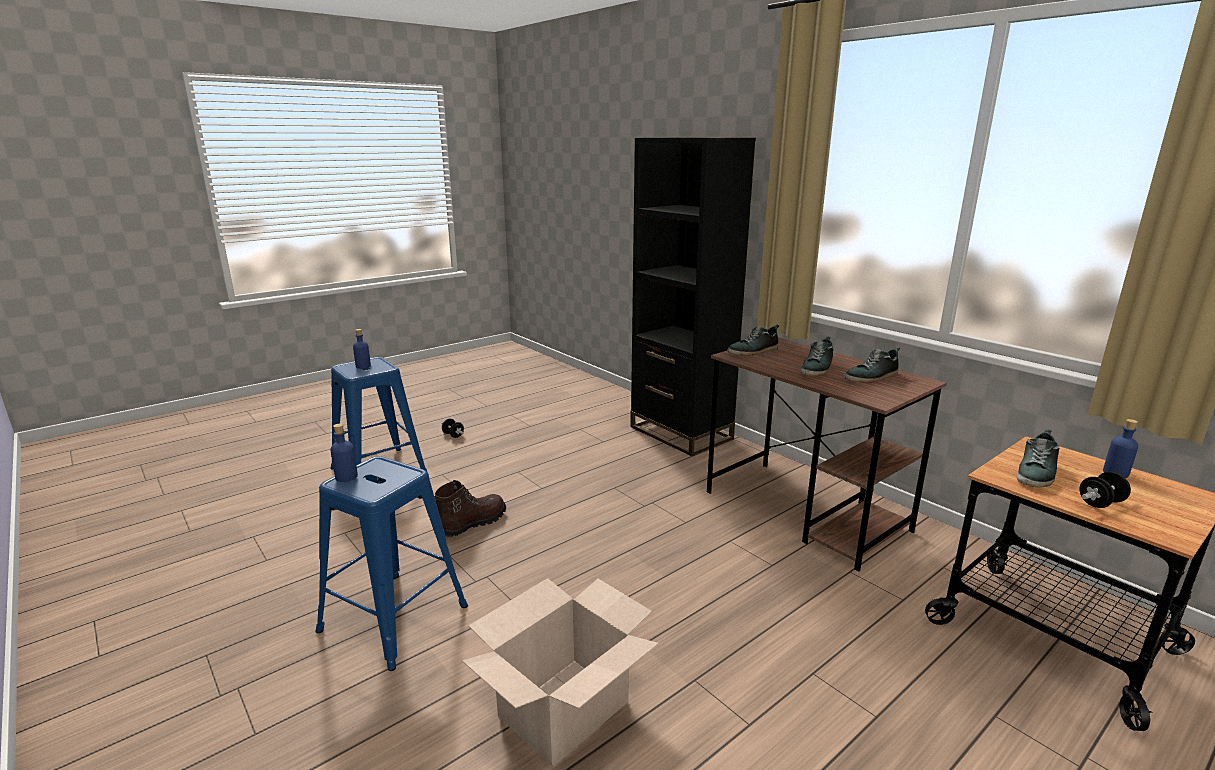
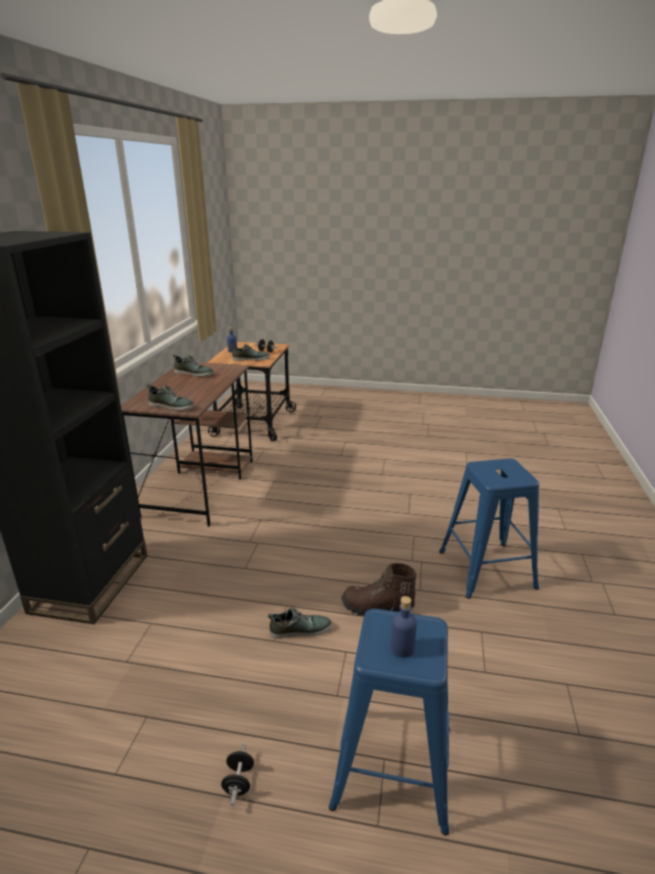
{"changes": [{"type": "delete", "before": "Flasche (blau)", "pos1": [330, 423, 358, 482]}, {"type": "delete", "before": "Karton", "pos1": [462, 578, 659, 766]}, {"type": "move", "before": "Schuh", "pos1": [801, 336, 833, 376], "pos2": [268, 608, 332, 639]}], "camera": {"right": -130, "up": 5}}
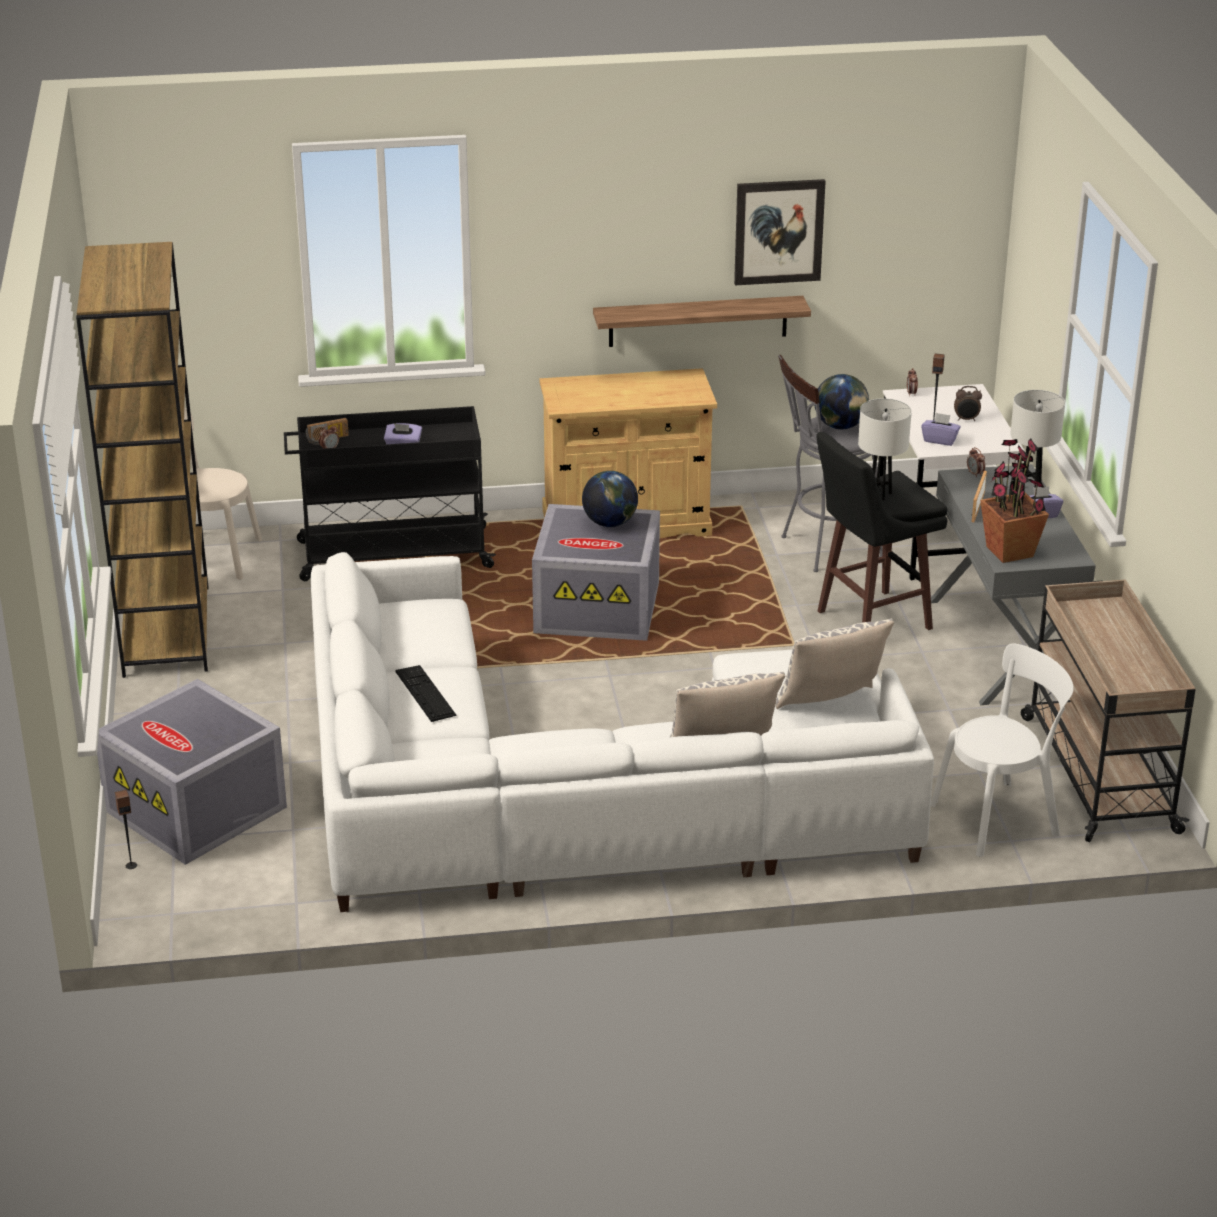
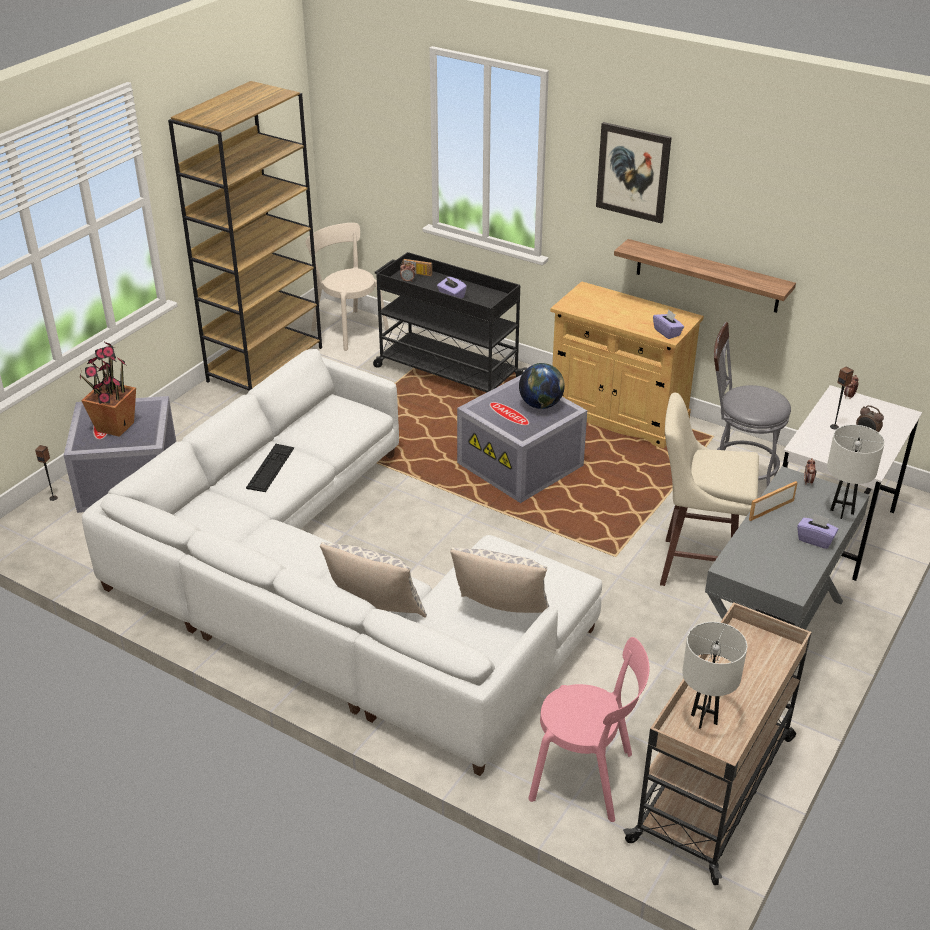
{"changes": [{"type": "delete", "before": "Globus", "pos1": [815, 374, 869, 429]}, {"type": "move", "before": "Bild", "pos1": [734, 179, 826, 285], "pos2": [596, 122, 672, 223]}, {"type": "move", "before": "Tischlampe (weiß)", "pos1": [858, 398, 912, 500], "pos2": [682, 622, 747, 729]}, {"type": "move", "before": "Taschentuchbox (lila)", "pos1": [921, 413, 961, 446], "pos2": [653, 310, 684, 339]}, {"type": "move", "before": "Topfpflanze", "pos1": [980, 438, 1049, 563], "pos2": [79, 341, 136, 437]}, {"type": "recolor", "before": "Hocker (schwarz)", "after": "Hocker (beige)", "pos1": [816, 432, 948, 630], "pos2": [660, 393, 759, 586]}, {"type": "recolor", "before": "Stuhl (weiß)", "after": "Stuhl (rosa)", "pos1": [931, 643, 1074, 857], "pos2": [528, 637, 649, 822]}], "camera": {"right": 40, "up": 5}}
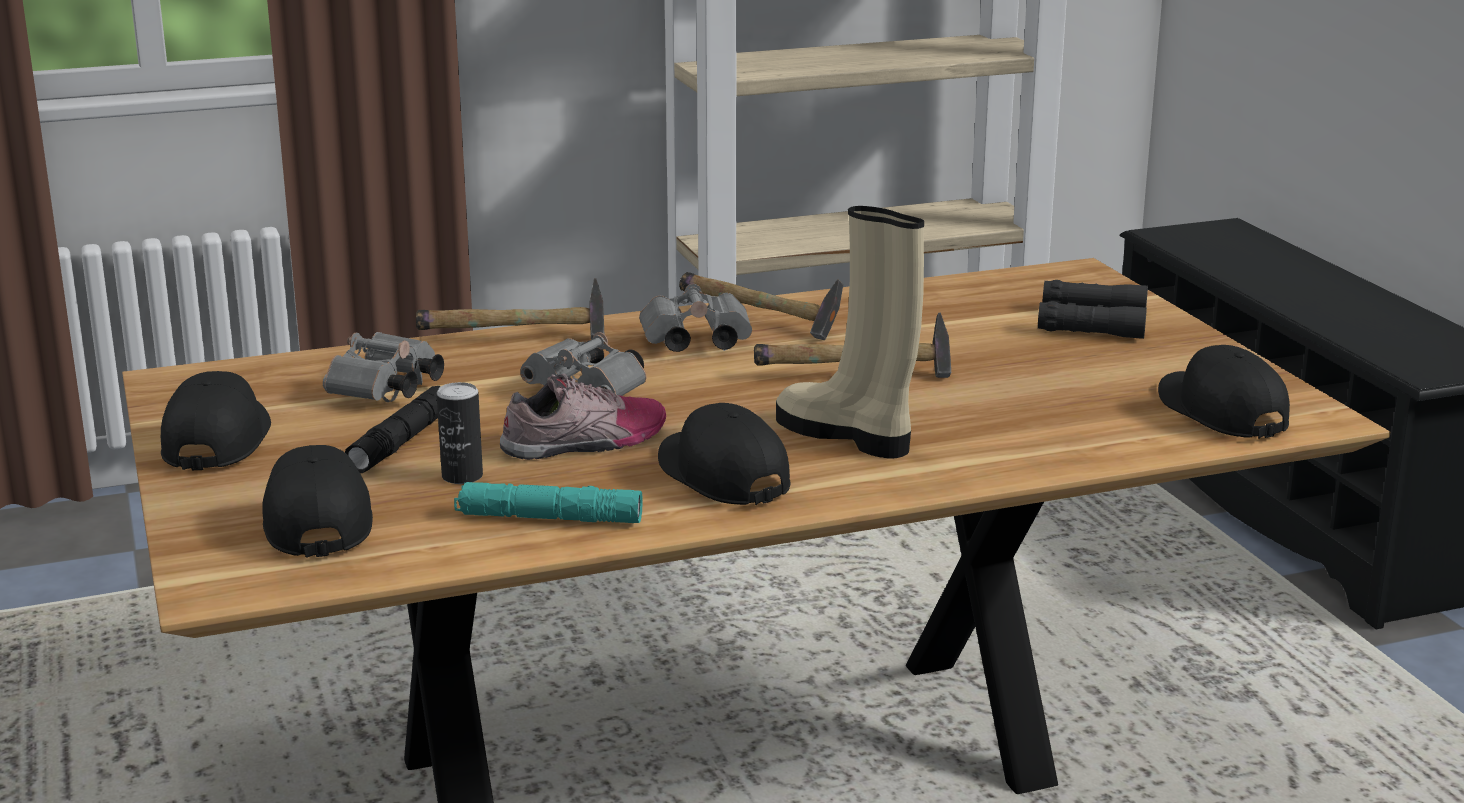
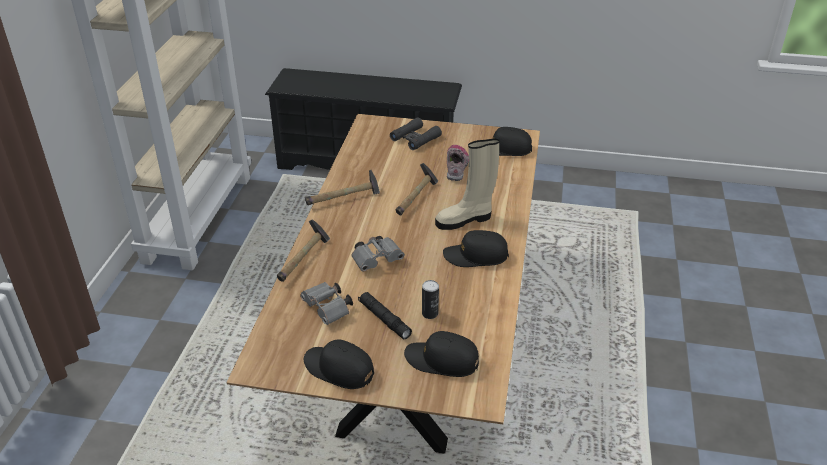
{"changes": [{"type": "delete", "before": "Taschenlampe (türkis)", "pos1": [454, 482, 643, 523]}, {"type": "delete", "before": "Fernglas (grau)", "pos1": [639, 284, 752, 352]}, {"type": "move", "before": "Schuh", "pos1": [500, 373, 666, 460], "pos2": [447, 145, 469, 181]}], "camera": {"right": -60, "up": 15}}
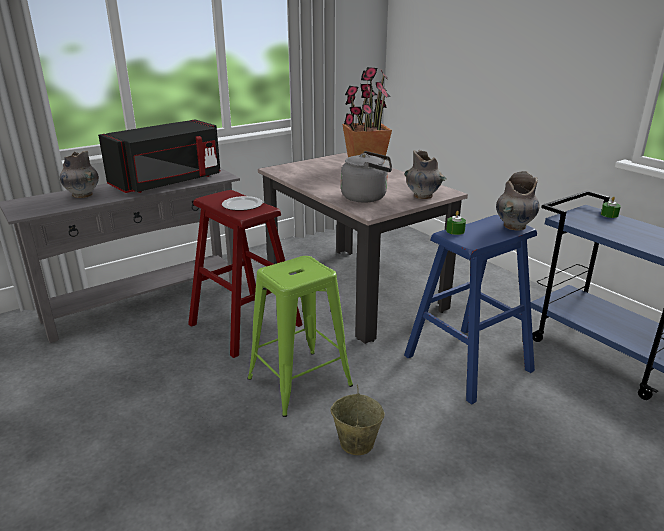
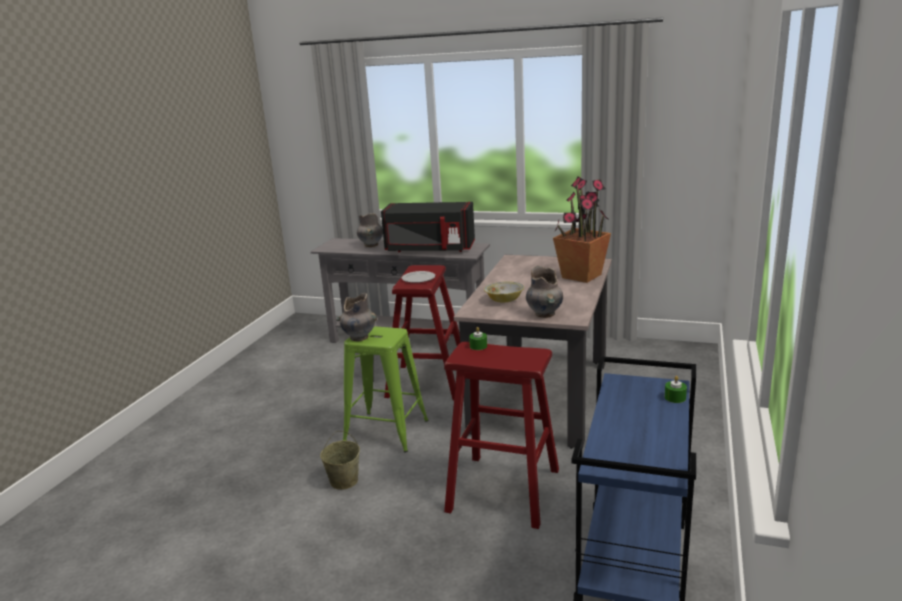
{"changes": [{"type": "move", "before": "Vase (grau)", "pos1": [496, 171, 540, 231], "pos2": [336, 293, 377, 341]}, {"type": "replace", "before": "Wasserkessel (grau)", "after": "Schüssel", "pos1": [341, 151, 392, 203], "pos2": [484, 282, 524, 302]}, {"type": "recolor", "before": "Hocker (blau)", "after": "Hocker (rot)", "pos1": [404, 215, 537, 405], "pos2": [444, 342, 559, 529]}], "camera": {"right": 55, "up": -5}}
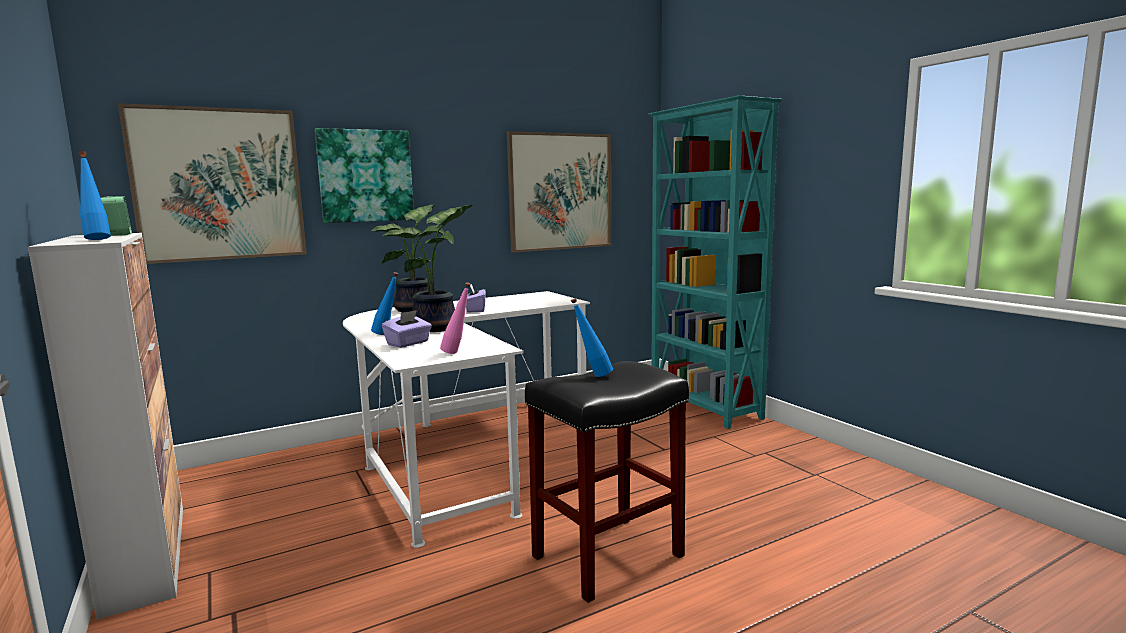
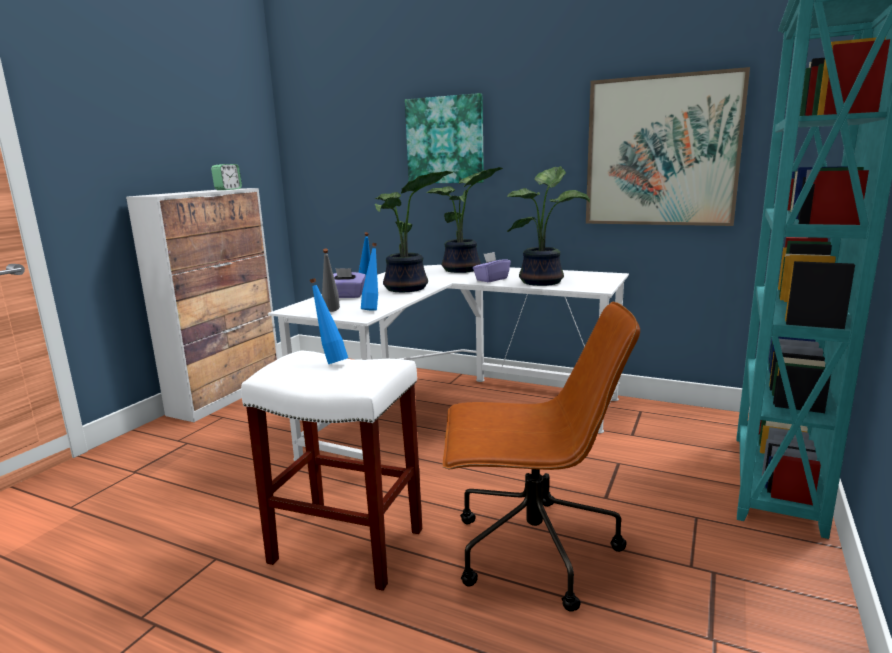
{"changes": [{"type": "delete", "before": "Bild", "pos1": [118, 103, 307, 264]}, {"type": "insert", "after": "Bürostuhl (braun)", "pos2": [443, 302, 640, 612]}, {"type": "insert", "after": "Topfpflanze", "pos2": [507, 166, 590, 286]}, {"type": "move", "before": "Flasche (blau)", "pos1": [78, 151, 111, 240], "pos2": [361, 243, 378, 311]}, {"type": "recolor", "before": "Flasche (rosa)", "after": "Flasche (grau)", "pos1": [440, 282, 471, 354], "pos2": [322, 249, 340, 312]}, {"type": "recolor", "before": "Hocker (schwarz)", "after": "Hocker (weiß)", "pos1": [525, 361, 689, 603], "pos2": [241, 351, 422, 591]}], "camera": {"right": 55, "up": 5}}
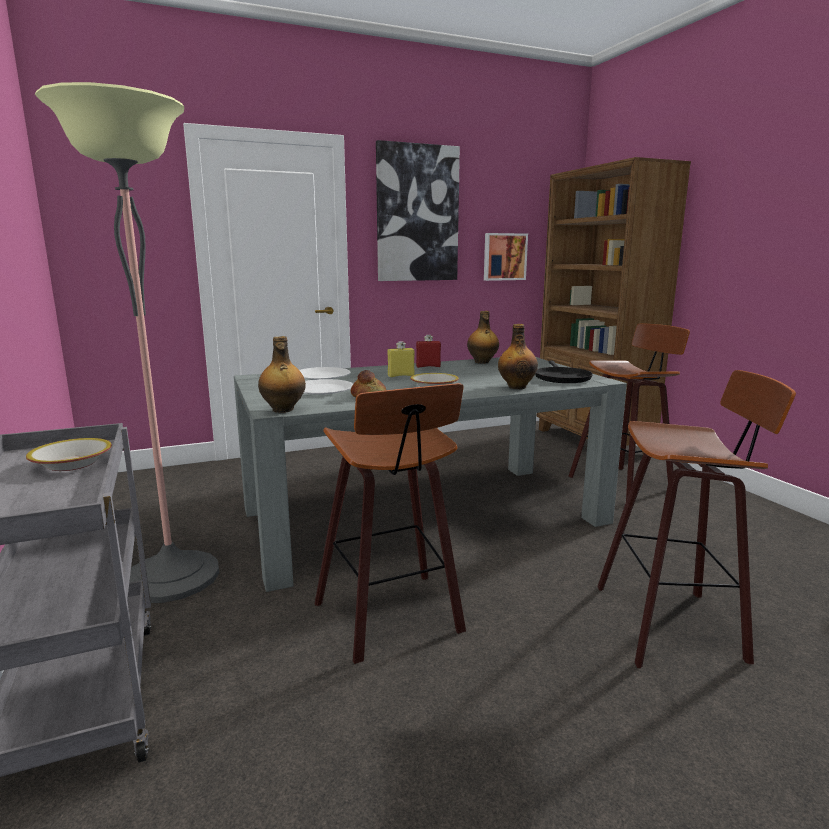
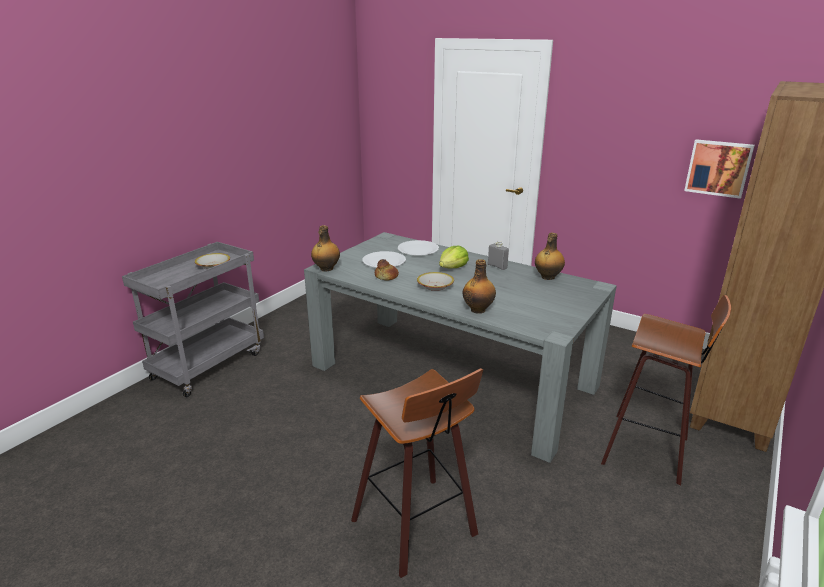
{"changes": [{"type": "delete", "before": "Stehlampe", "pos1": [35, 82, 219, 603]}, {"type": "delete", "before": "Hocker", "pos1": [315, 383, 466, 664]}, {"type": "delete", "before": "Bild", "pos1": [376, 140, 460, 281]}, {"type": "delete", "before": "Pfanne (schwarz)", "pos1": [535, 360, 593, 383]}, {"type": "replace", "before": "Flasche (gelb)", "after": "Salatkopf", "pos1": [388, 341, 415, 377], "pos2": [439, 246, 469, 269]}, {"type": "recolor", "before": "Flasche (rot)", "after": "Flasche (grau)", "pos1": [416, 335, 441, 368], "pos2": [488, 241, 509, 270]}], "camera": {"right": 55, "up": 10}}
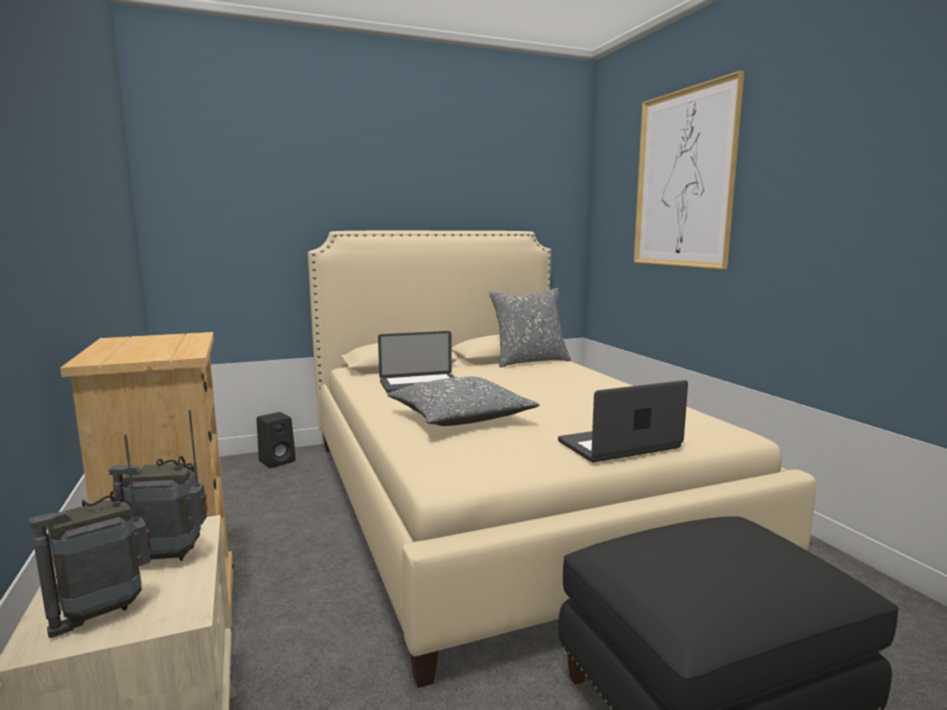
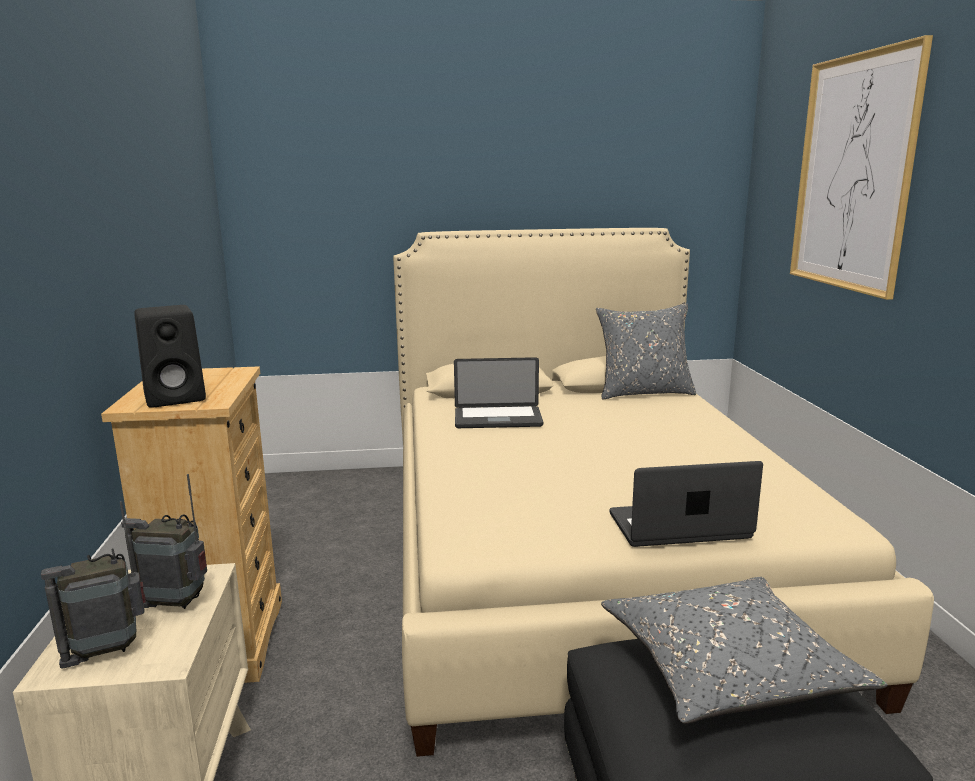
{"changes": [{"type": "move", "before": "Lautsprecher (schwarz)", "pos1": [257, 412, 296, 468], "pos2": [134, 305, 206, 408]}, {"type": "move", "before": "Kissen (grau)", "pos1": [387, 377, 540, 426], "pos2": [601, 577, 887, 724]}], "camera": {"right": 15, "up": 5}}
